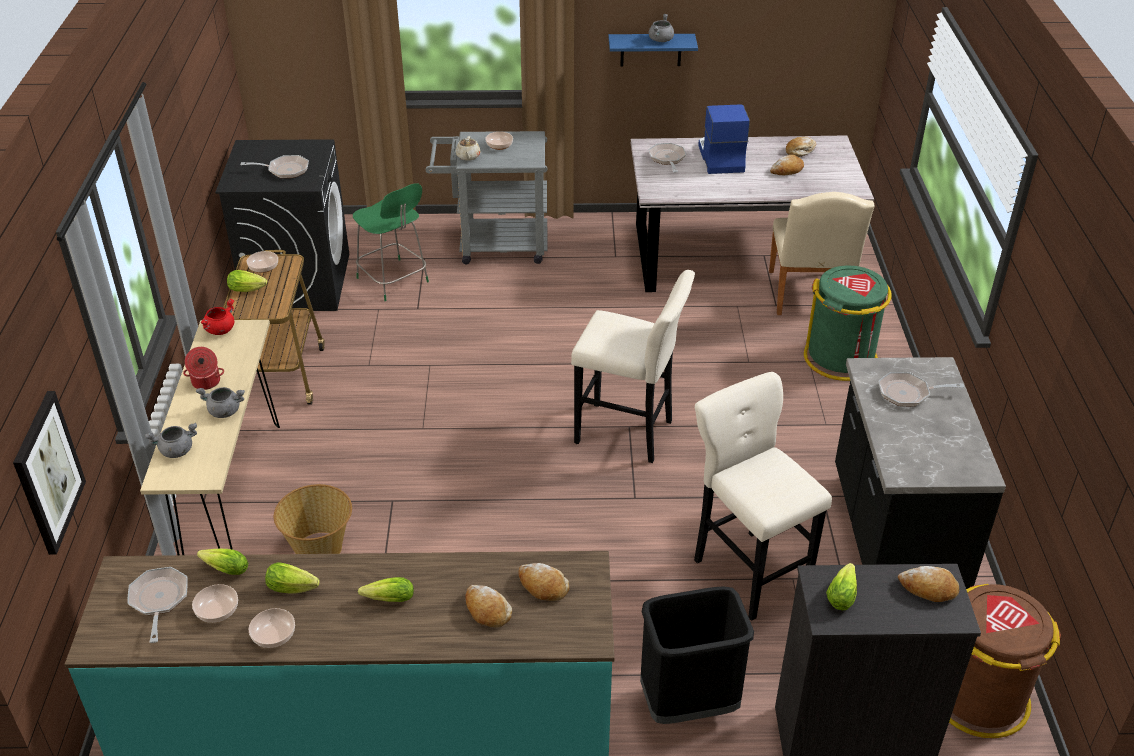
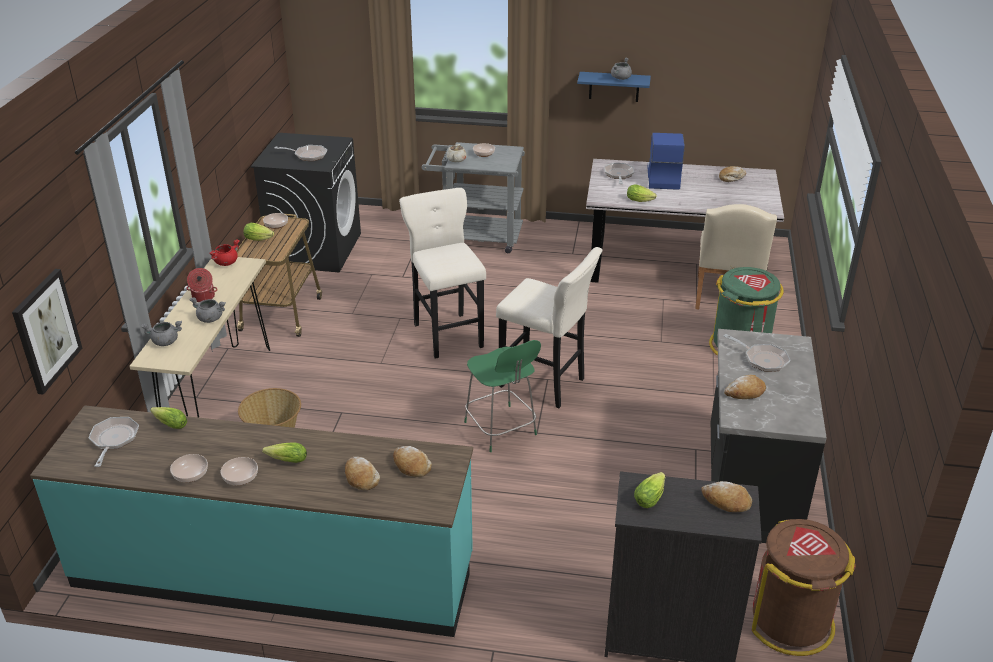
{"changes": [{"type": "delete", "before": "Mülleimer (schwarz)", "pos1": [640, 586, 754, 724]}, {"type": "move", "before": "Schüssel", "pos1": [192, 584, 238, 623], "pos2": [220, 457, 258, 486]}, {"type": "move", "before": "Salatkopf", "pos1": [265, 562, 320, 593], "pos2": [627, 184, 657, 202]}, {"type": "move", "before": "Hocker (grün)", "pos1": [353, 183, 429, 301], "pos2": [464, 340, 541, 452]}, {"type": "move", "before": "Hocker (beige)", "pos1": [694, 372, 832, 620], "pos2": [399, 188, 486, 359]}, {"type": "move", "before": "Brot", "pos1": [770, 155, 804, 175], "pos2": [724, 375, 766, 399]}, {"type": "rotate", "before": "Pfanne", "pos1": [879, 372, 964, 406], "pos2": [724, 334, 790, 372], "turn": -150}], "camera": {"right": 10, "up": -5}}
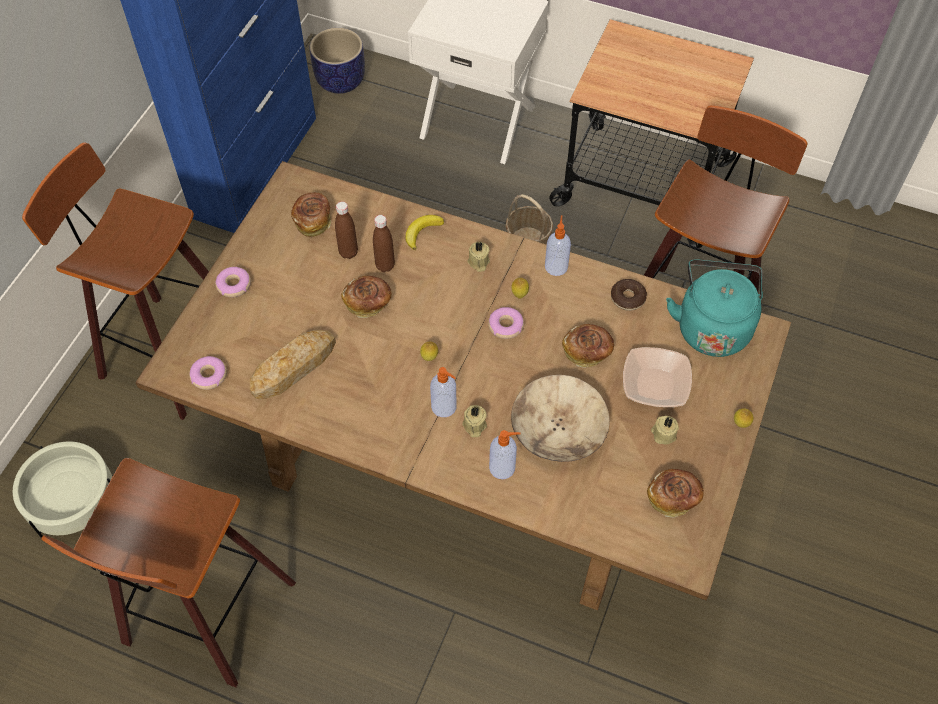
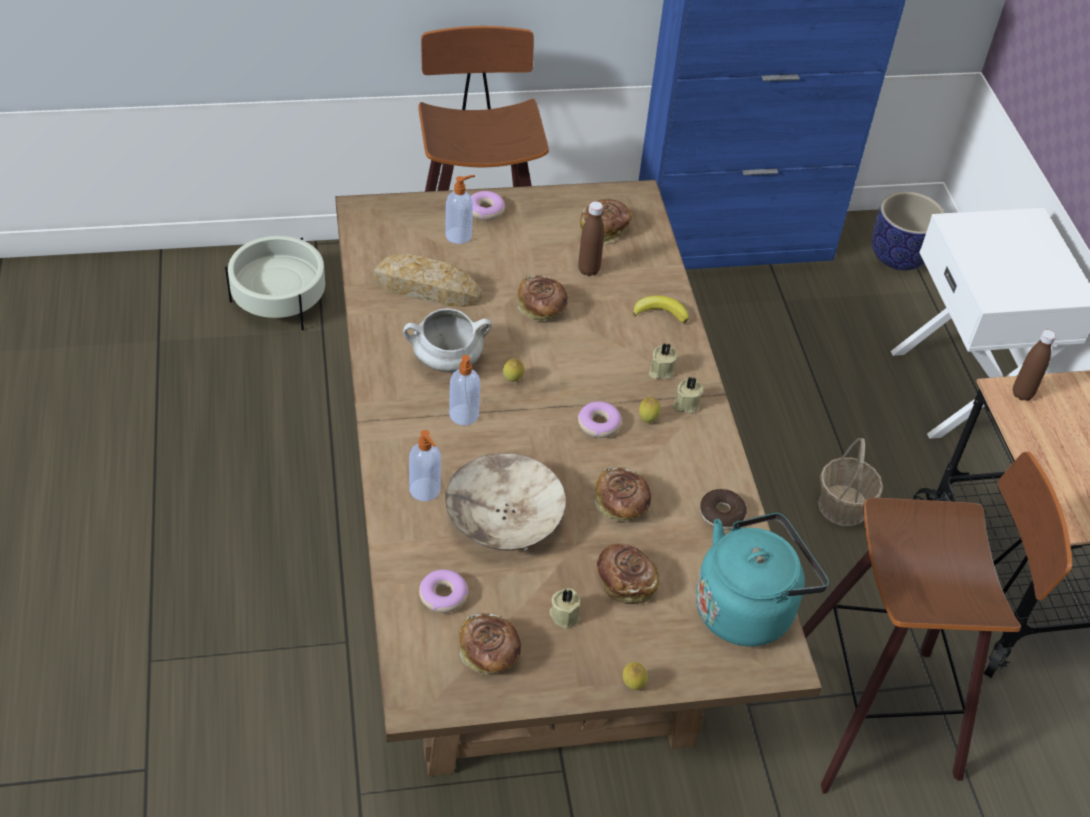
{"changes": [{"type": "delete", "before": "Hocker", "pos1": [41, 458, 296, 687]}, {"type": "insert", "after": "Kochtopf (weiß)", "pos2": [403, 308, 492, 372]}, {"type": "move", "before": "Donut", "pos1": [189, 356, 227, 390], "pos2": [419, 569, 469, 613]}, {"type": "move", "before": "Flasche (braun)", "pos1": [373, 215, 395, 272], "pos2": [1013, 330, 1056, 401]}, {"type": "move", "before": "Kerze (beige)", "pos1": [463, 405, 487, 437], "pos2": [672, 377, 703, 414]}, {"type": "move", "before": "Seifenspender", "pos1": [545, 215, 571, 276], "pos2": [445, 175, 475, 244]}, {"type": "replace", "before": "Schüssel", "after": "Brot", "pos1": [623, 347, 692, 407], "pos2": [597, 543, 659, 604]}], "camera": {"right": 55, "up": -10}}
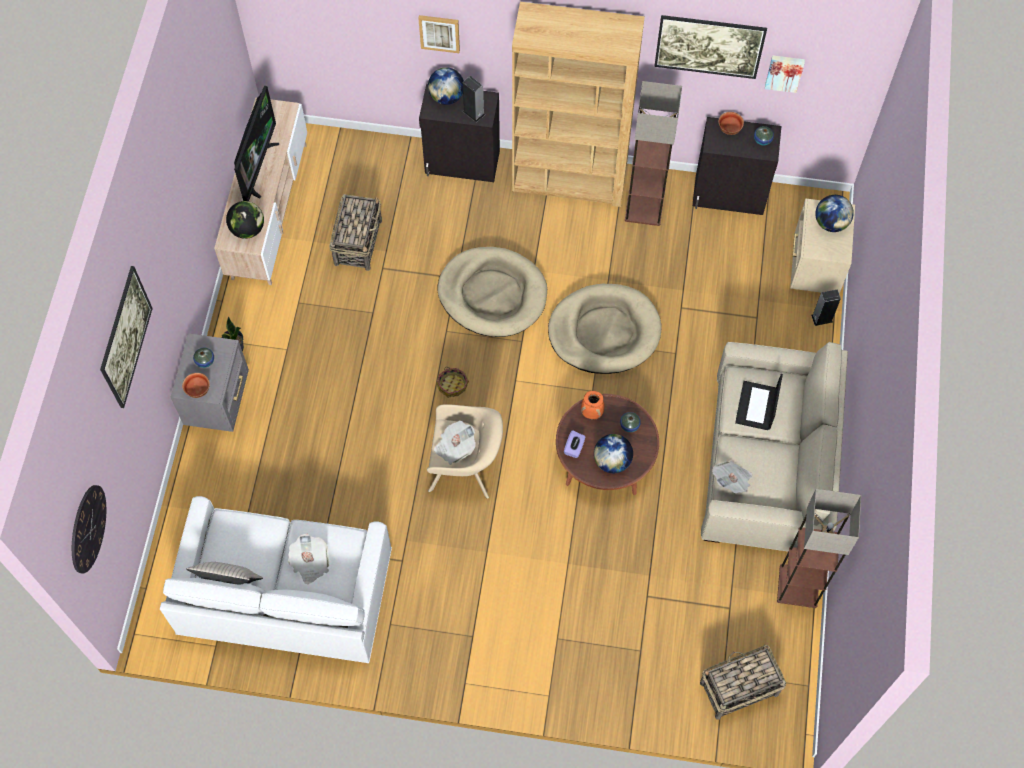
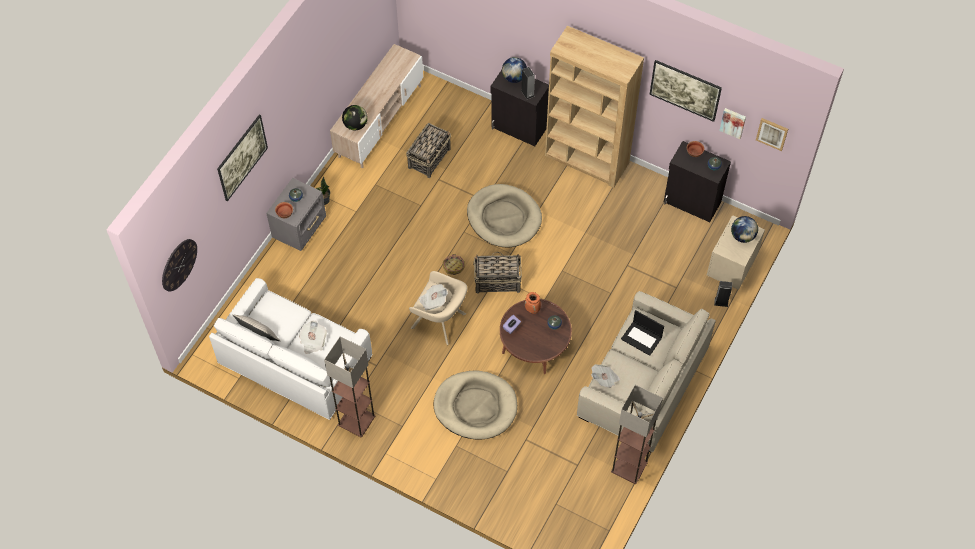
{"changes": [{"type": "delete", "before": "Fernseher", "pos1": [234, 86, 279, 201]}, {"type": "delete", "before": "Globus", "pos1": [594, 434, 633, 473]}, {"type": "move", "before": "Bild", "pos1": [418, 15, 460, 53], "pos2": [756, 118, 788, 151]}, {"type": "move", "before": "Hundebett (beige)", "pos1": [548, 284, 662, 374], "pos2": [434, 370, 517, 440]}, {"type": "move", "before": "Stehlampe", "pos1": [625, 81, 682, 226], "pos2": [324, 336, 375, 437]}, {"type": "move", "before": "Korb", "pos1": [700, 645, 786, 720], "pos2": [473, 252, 522, 294]}, {"type": "rotate", "before": "Laptop", "pos1": [735, 374, 783, 430], "pos2": [621, 310, 664, 356], "turn": -90}], "camera": {"right": 20, "up": -5}}
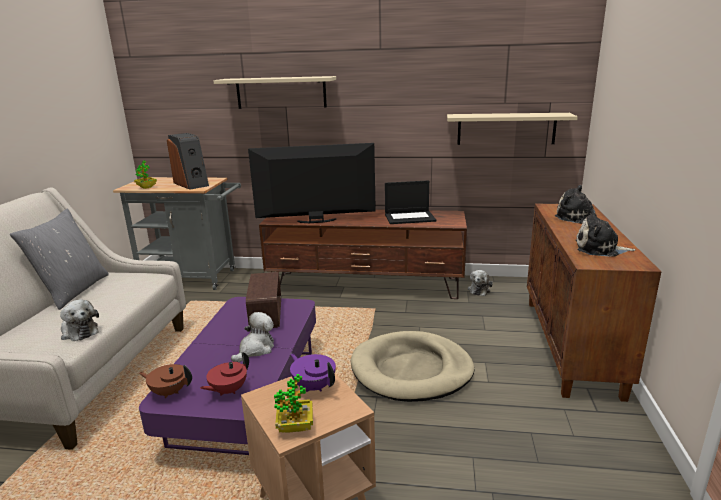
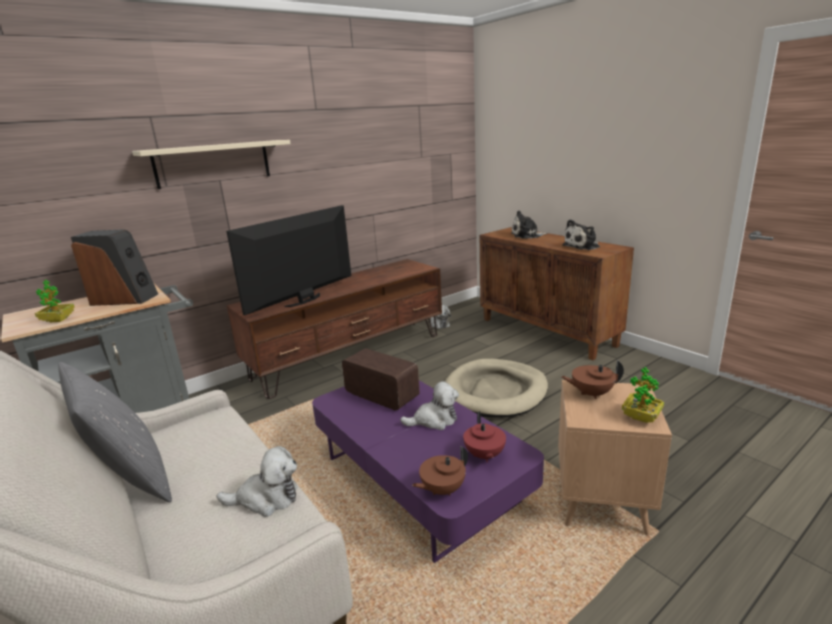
{"changes": [{"type": "delete", "before": "Laptop", "pos1": [385, 180, 436, 224]}, {"type": "delete", "before": "Wandregal (beige)", "pos1": [447, 113, 578, 145]}, {"type": "recolor", "before": "Teekanne (lila)", "after": "Teekanne (braun)", "pos1": [290, 353, 336, 392], "pos2": [561, 360, 624, 399]}, {"type": "rotate", "before": "Plüschtier", "pos1": [231, 312, 274, 362], "pos2": [400, 381, 459, 430], "turn": 90}], "camera": {"right": -45, "up": 0}}
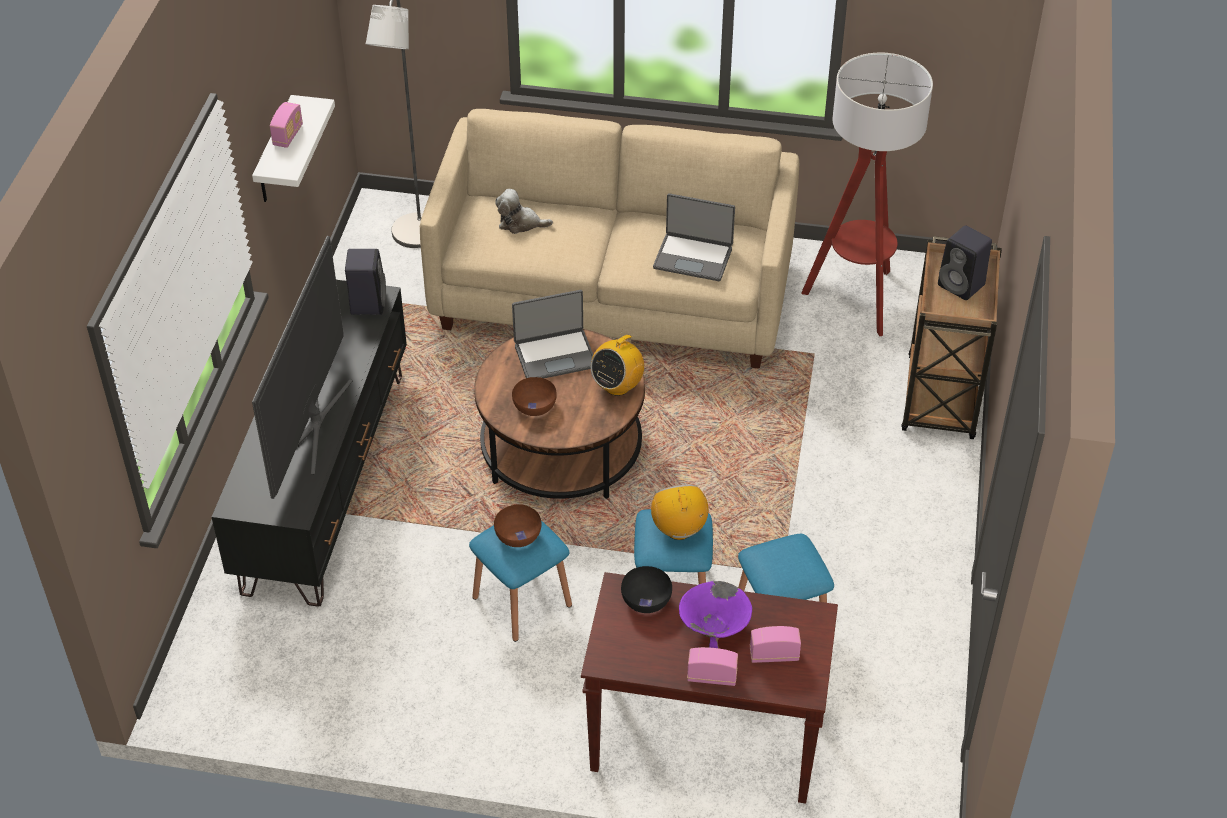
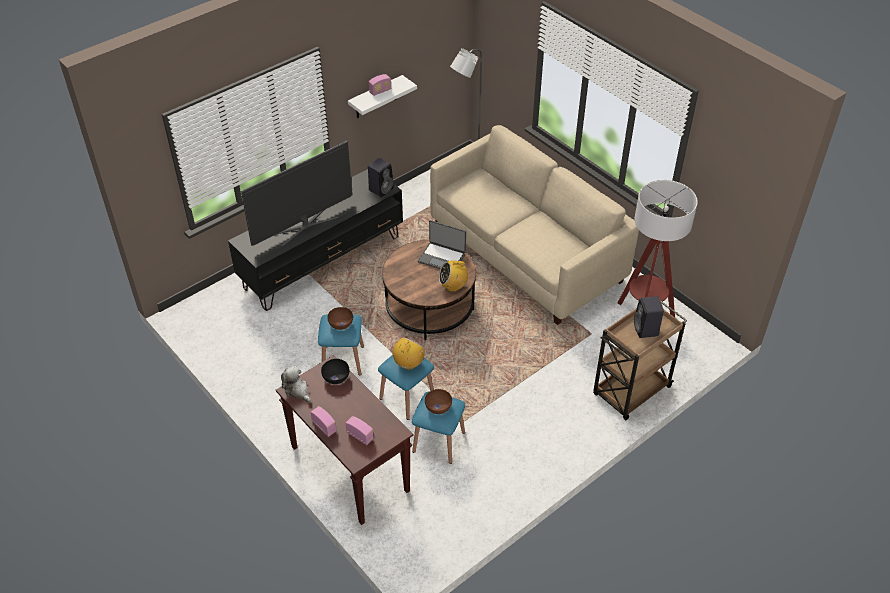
{"changes": [{"type": "delete", "before": "Laptop", "pos1": [653, 193, 735, 281]}, {"type": "delete", "before": "Schüssel (lila)", "pos1": [679, 581, 752, 648]}, {"type": "move", "before": "Plüschtier", "pos1": [495, 189, 553, 234], "pos2": [281, 366, 311, 403]}, {"type": "move", "before": "Schüssel (braun)", "pos1": [512, 377, 557, 416], "pos2": [425, 389, 452, 414]}], "camera": {"right": 40, "up": 0}}
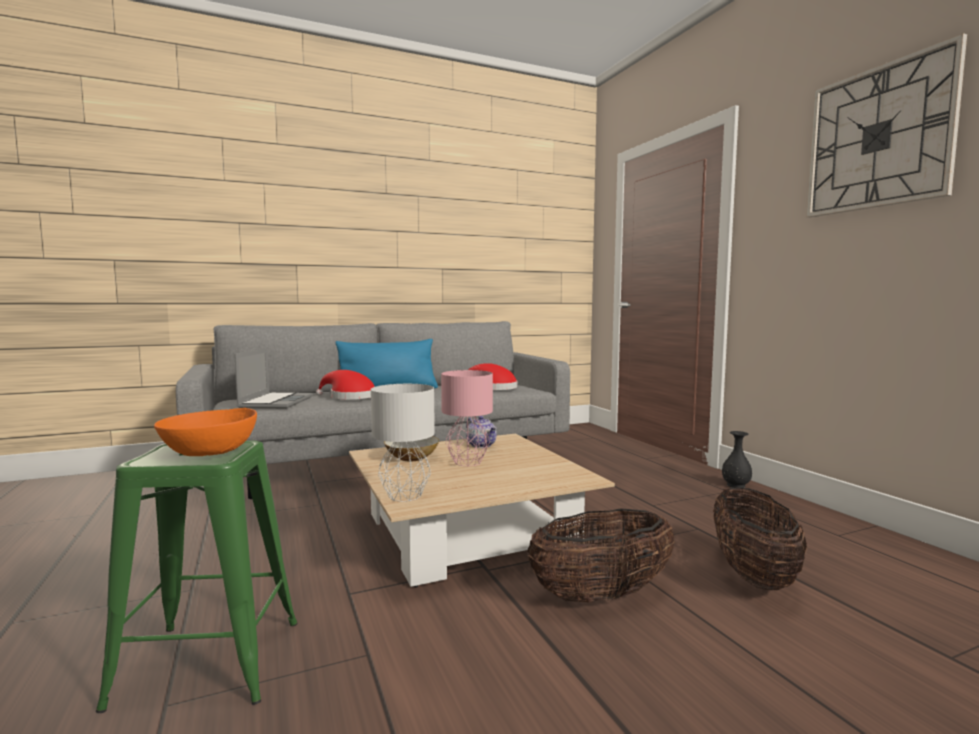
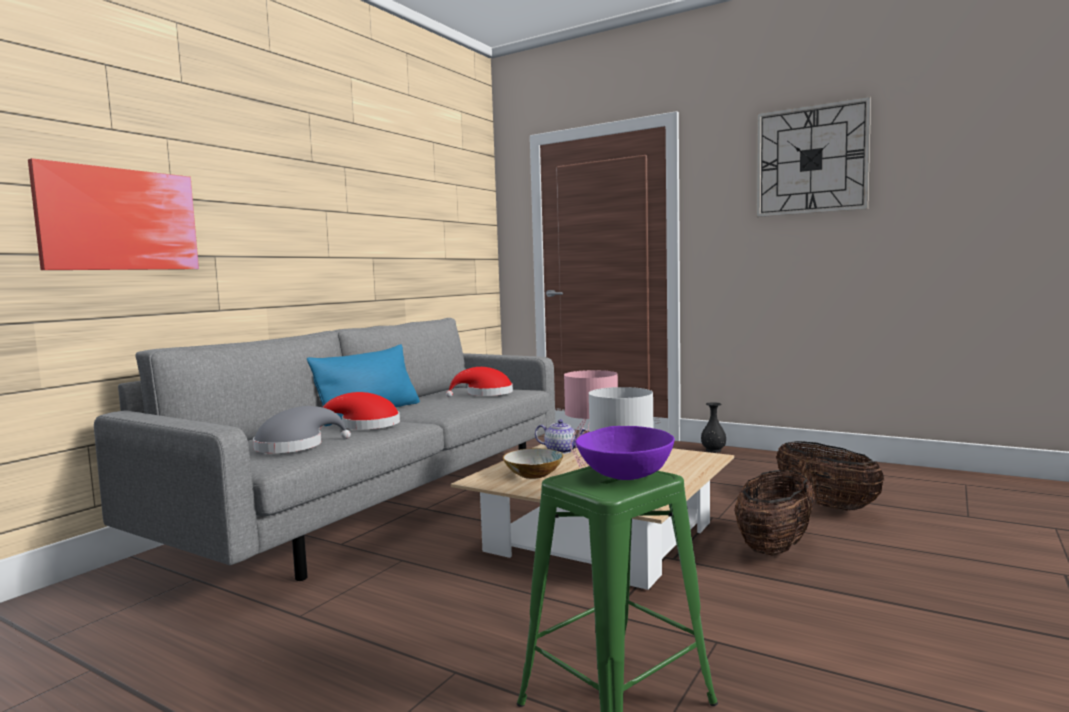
{"changes": [{"type": "insert", "after": "Bild", "pos2": [28, 158, 199, 270]}, {"type": "replace", "before": "Laptop", "after": "Hut (grau)", "pos1": [234, 348, 313, 409], "pos2": [253, 406, 351, 453]}, {"type": "recolor", "before": "Schüssel (orange)", "after": "Schüssel (lila)", "pos1": [154, 408, 257, 456], "pos2": [575, 426, 675, 480]}], "camera": {"right": -35, "up": 0}}
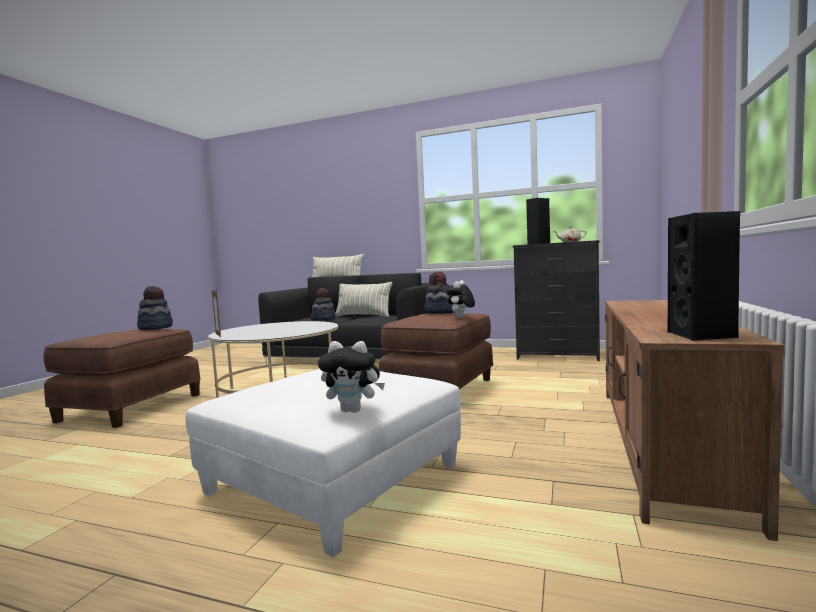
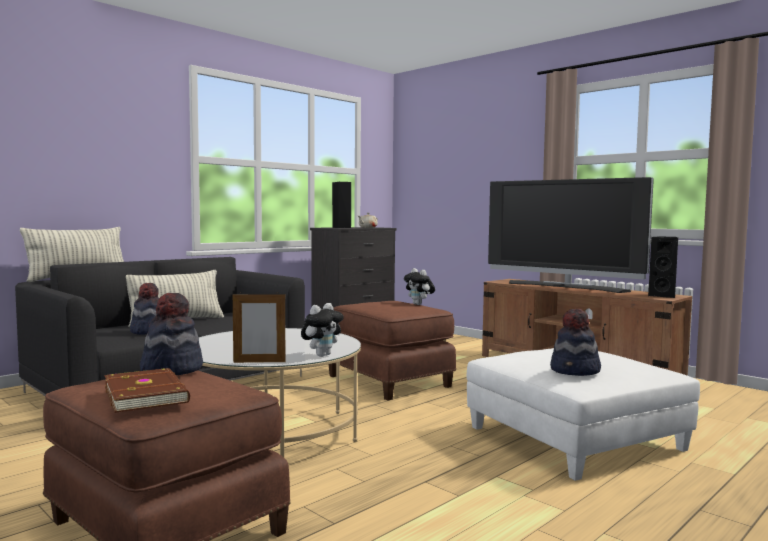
{"changes": [{"type": "insert", "after": "Buch (braun)", "pos2": [104, 368, 190, 413]}, {"type": "insert", "after": "Fernseher", "pos2": [488, 177, 654, 293]}, {"type": "move", "before": "Plüschtier", "pos1": [318, 341, 385, 413], "pos2": [301, 303, 344, 357]}, {"type": "move", "before": "Hut", "pos1": [425, 271, 454, 314], "pos2": [550, 309, 601, 376]}], "camera": {"right": -65, "up": 0}}
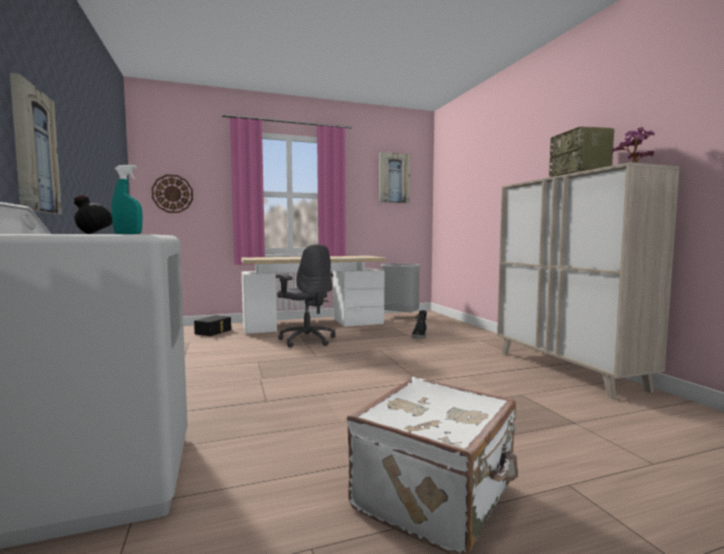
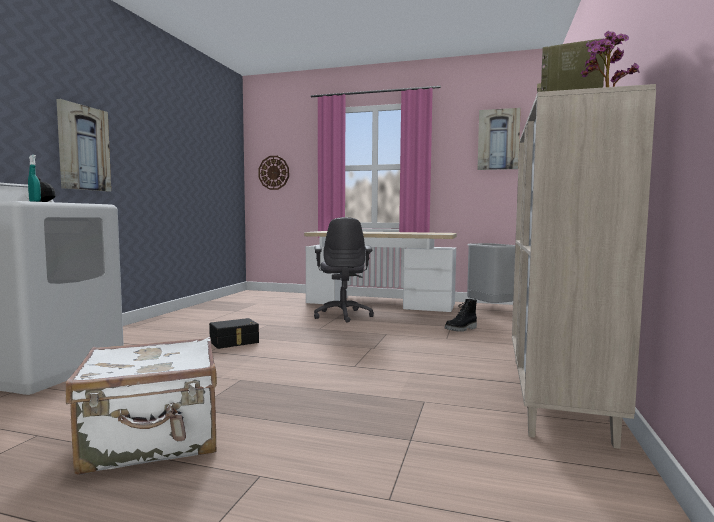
{"changes": [{"type": "move", "before": "Aufbewahrungsbox (schwarz)", "pos1": [194, 315, 231, 336], "pos2": [209, 318, 259, 349]}], "camera": {"right": 35, "up": 0}}
